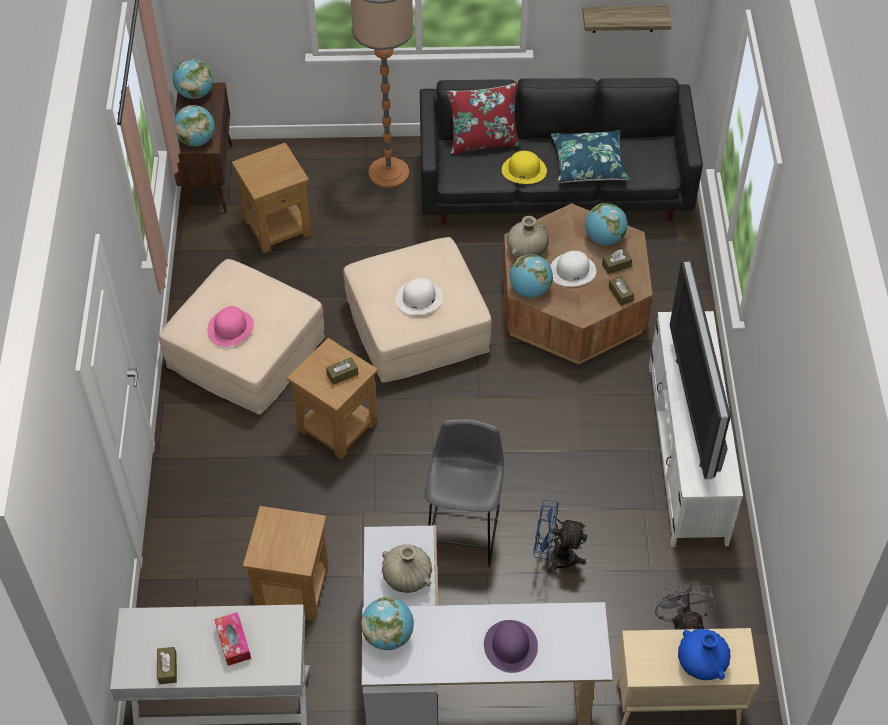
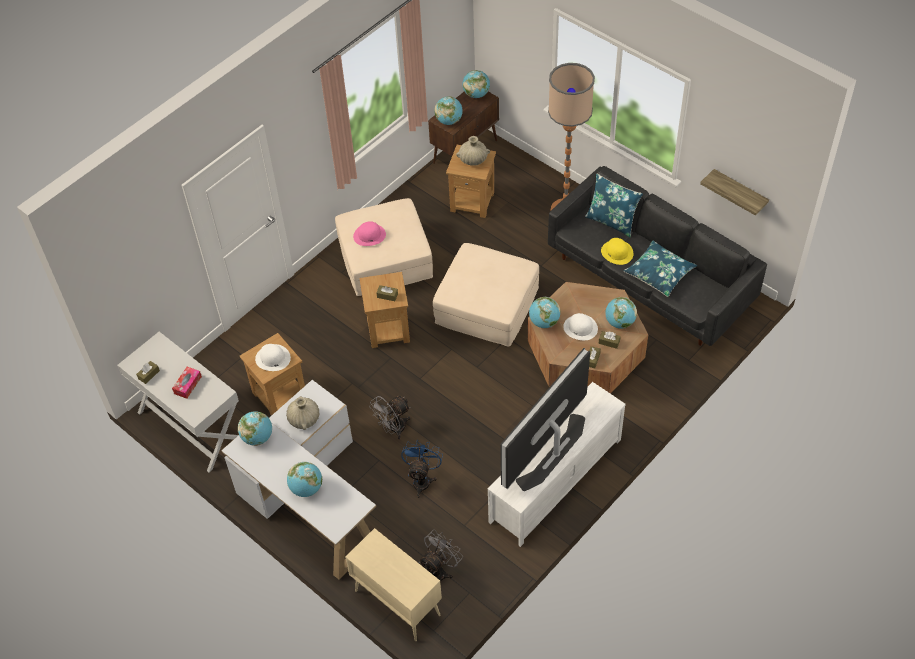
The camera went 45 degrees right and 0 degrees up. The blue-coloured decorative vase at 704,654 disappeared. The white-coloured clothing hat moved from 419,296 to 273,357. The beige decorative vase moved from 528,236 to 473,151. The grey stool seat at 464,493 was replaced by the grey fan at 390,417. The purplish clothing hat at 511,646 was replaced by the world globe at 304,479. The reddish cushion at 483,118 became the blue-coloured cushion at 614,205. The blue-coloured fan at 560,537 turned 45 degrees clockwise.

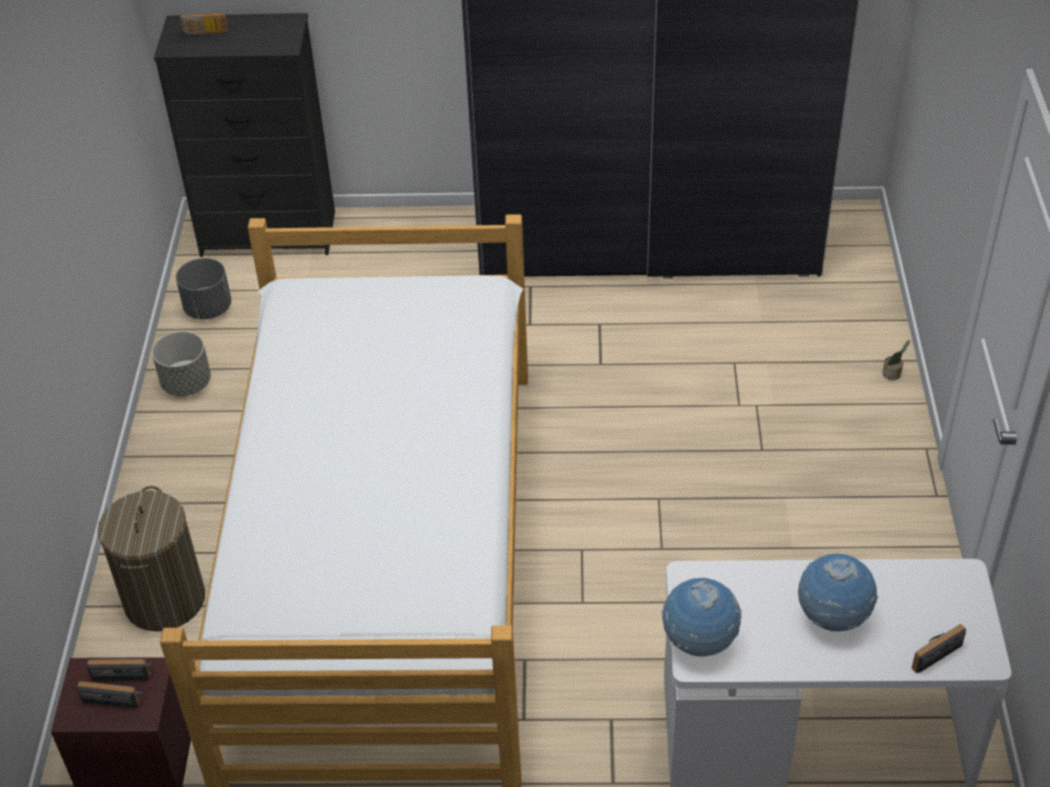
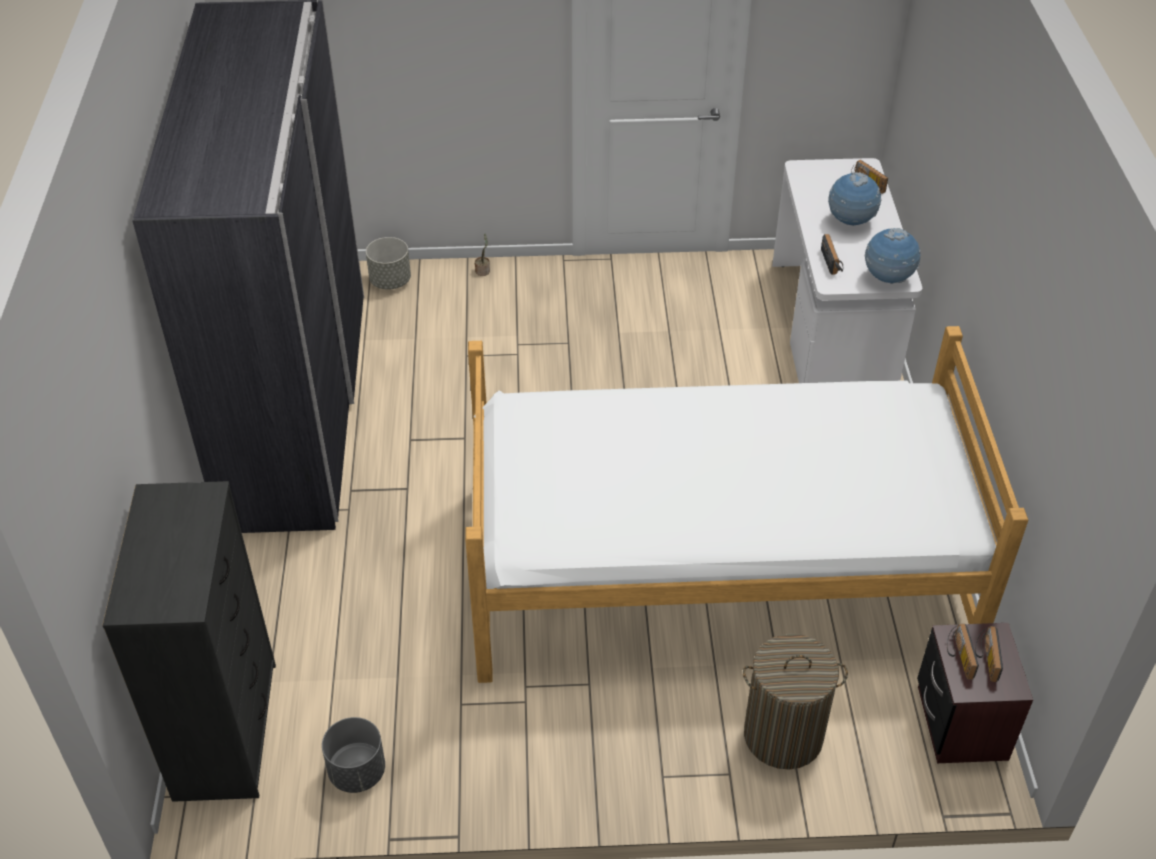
The camera went 95 degrees left and 0 degrees up. The grey plant pot moved from 181,363 to 388,263. The radio set moved from 203,26 to 832,254.

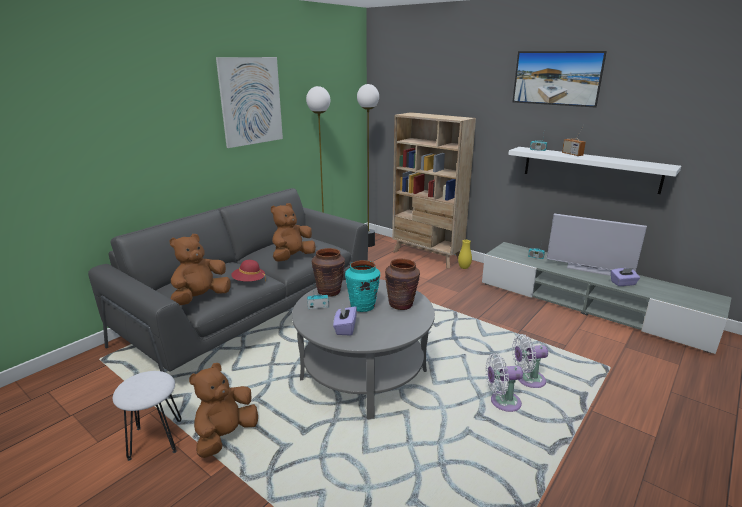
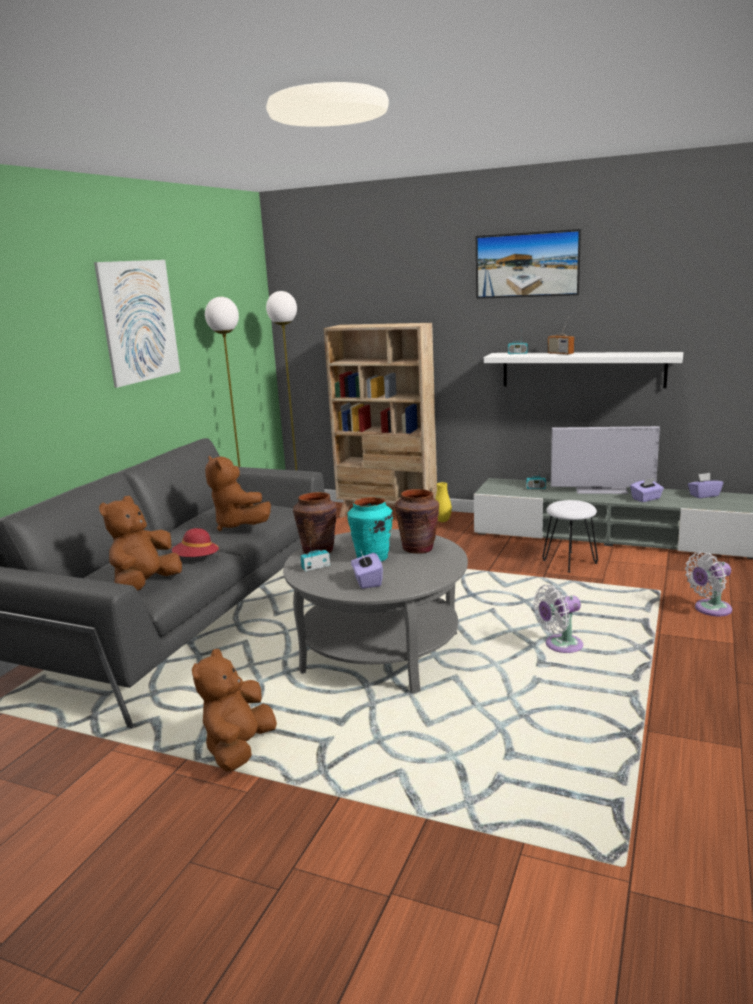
The camera went 15 degrees left and 5 degrees down. The purplish tissue box at 705,485 appeared. The white-coloured stool seat moved from 147,416 to 570,536. The white-coloured fan moved from 530,361 to 708,584. The brown-coloured soft toy at 293,232 turned 60 degrees counterclockwise.

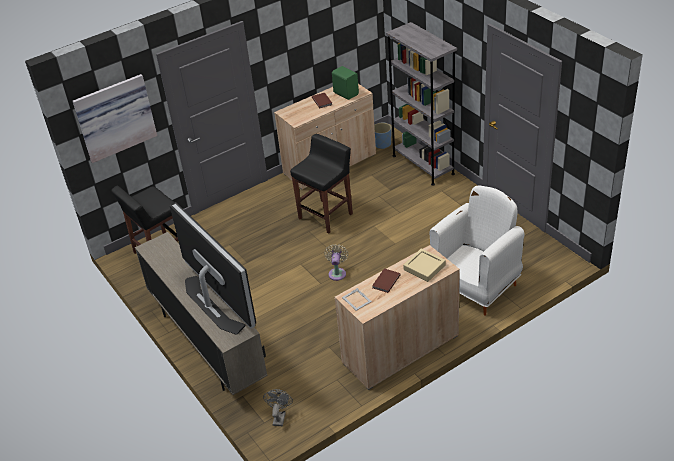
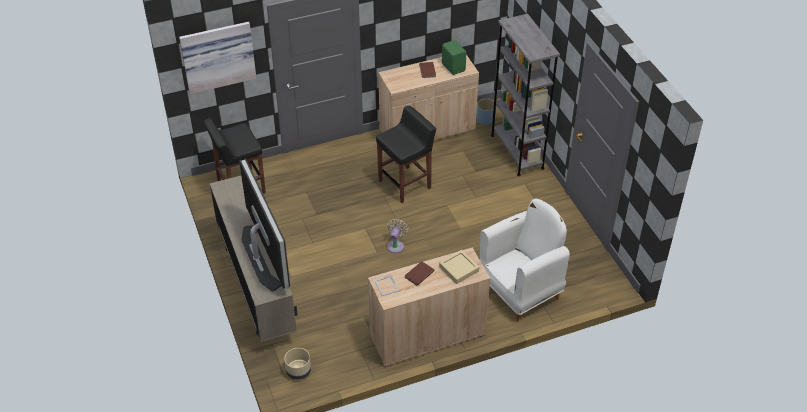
The camera went 10 degrees right and 5 degrees up. The grey fan at 278,407 was replaced by the beige plant pot at 297,364.

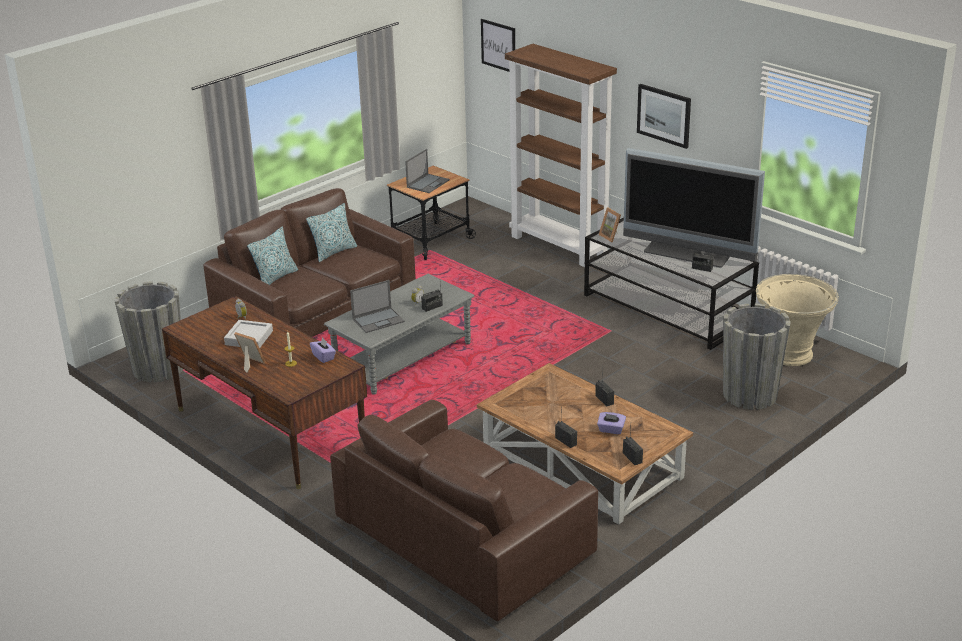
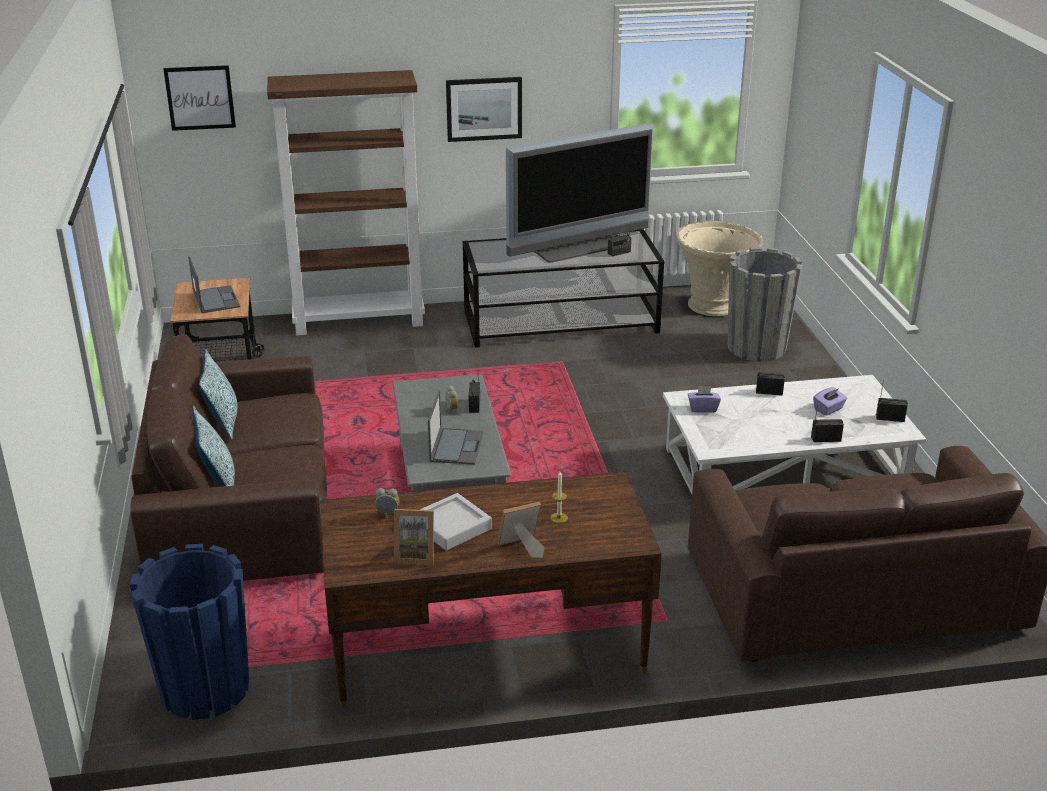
The camera went 55 degrees left and 0 degrees up. The purplish tissue box moved from 323,350 to 704,399. The photo frame moved from 610,225 to 414,537. The grey plant pot at 149,331 became the blue-coloured plant pot at 189,632. The brown-coloured lounge table at 585,444 became the white-coloured lounge table at 794,434.

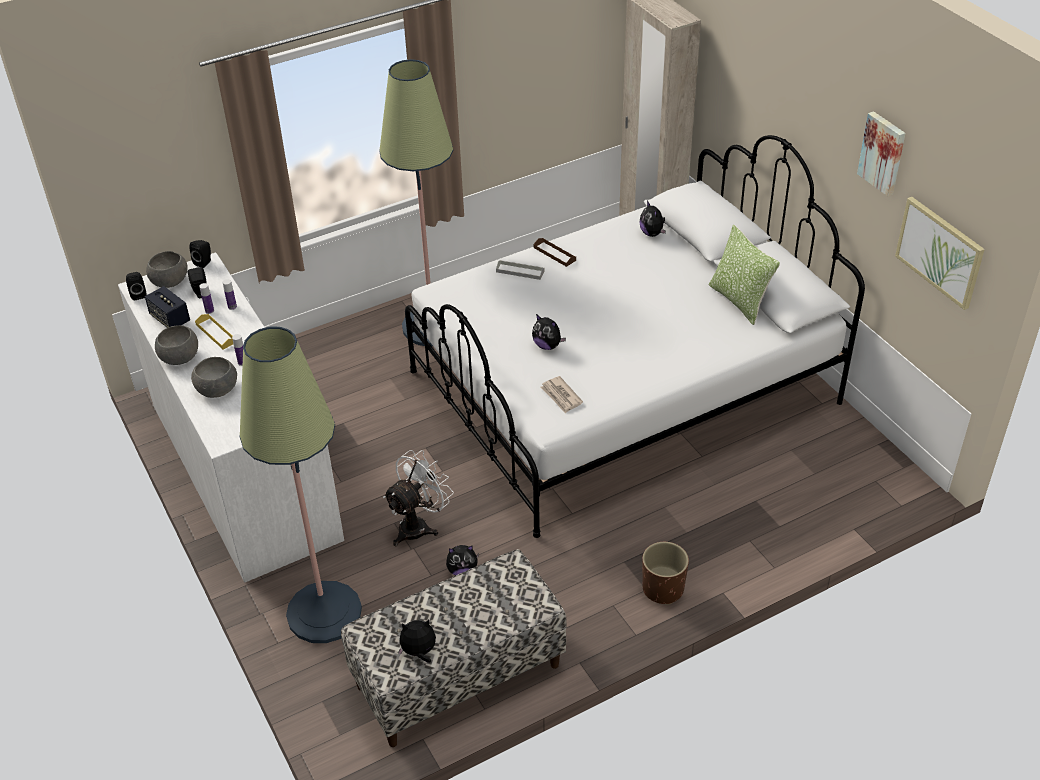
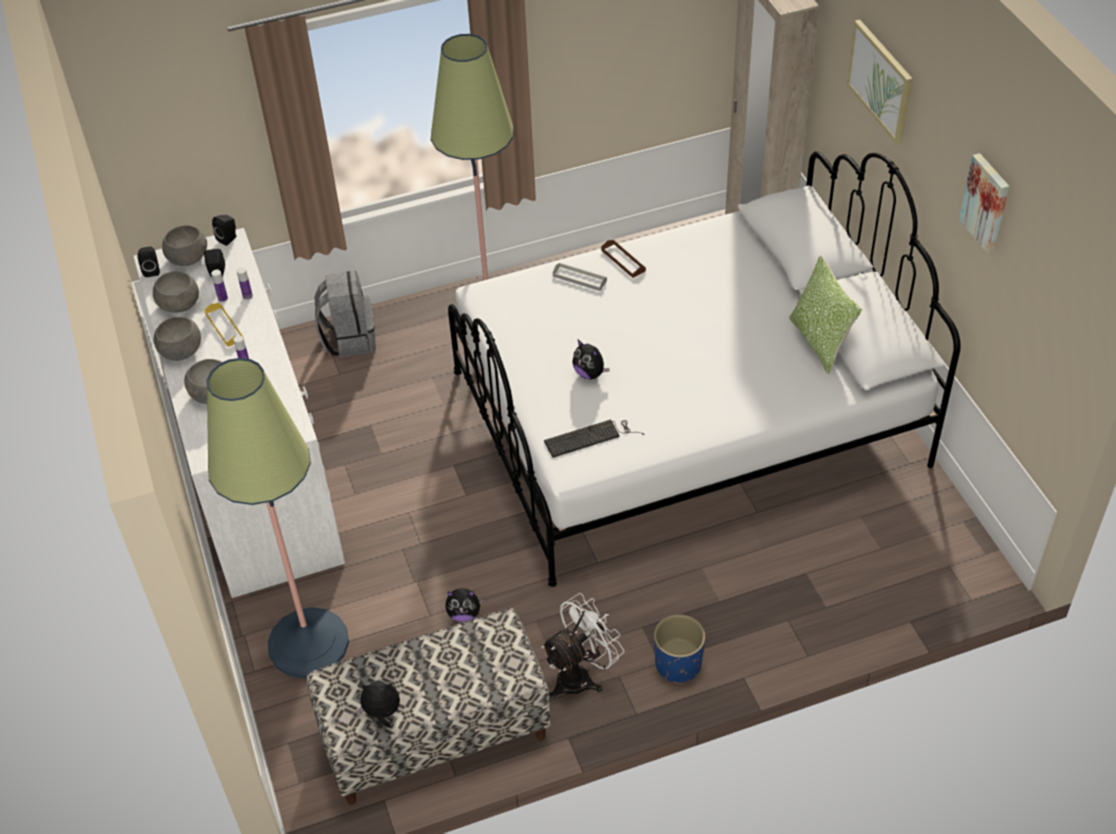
The camera went 10 degrees right and 5 degrees up. The soft toy at 653,219 disappeared. The grey rucksack at 345,314 appeared. The white-coloured fan moved from 418,498 to 583,646. The wall picture moved from 940,253 to 880,82. The audio speaker at 167,307 was replaced by the grey bowl at 176,292. The daily paper at 561,394 was replaced by the computer keyboard at 594,438. The brown-coloured plant pot at 665,573 became the blue-coloured plant pot at 679,649.

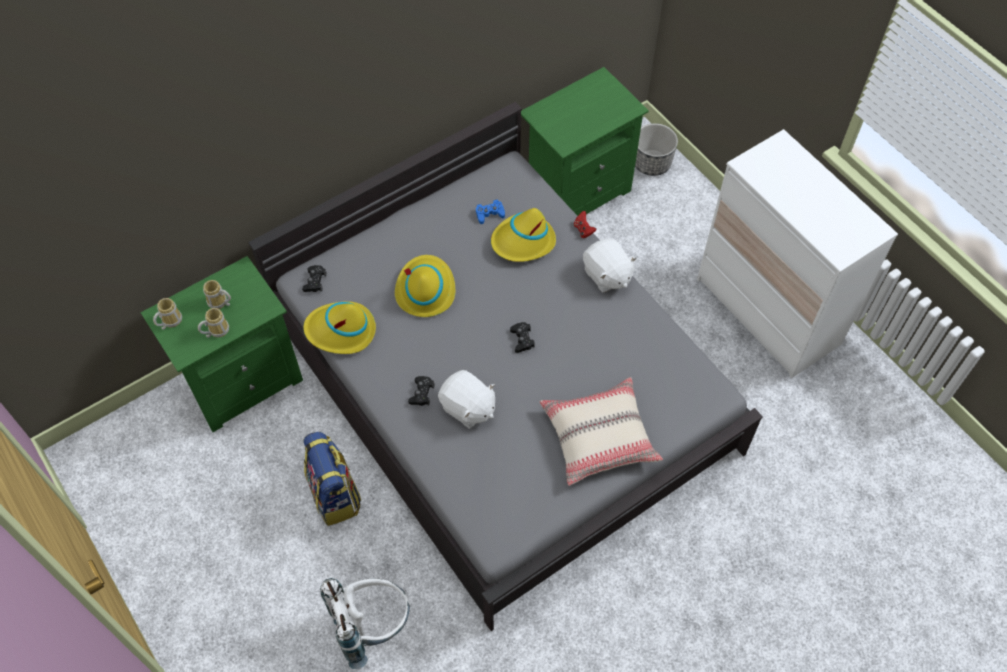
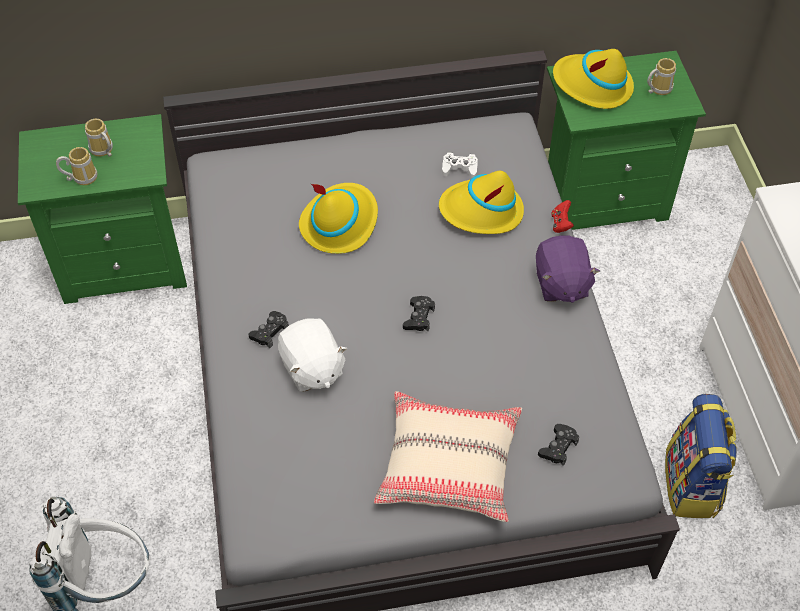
The camera went 25 degrees right and 5 degrees down. The plant pot at 656,149 disappeared. The coffee mug moved from 167,314 to 661,76. The black joypad moved from 314,278 to 558,445. The yellow clothing hat moved from 339,327 to 593,79. The rucksack moved from 332,479 to 701,456. The blue-coloured joypad at 490,211 became the white-coloured joypad at 460,165. The white-coloured soft toy at 610,266 became the purplish soft toy at 568,269.

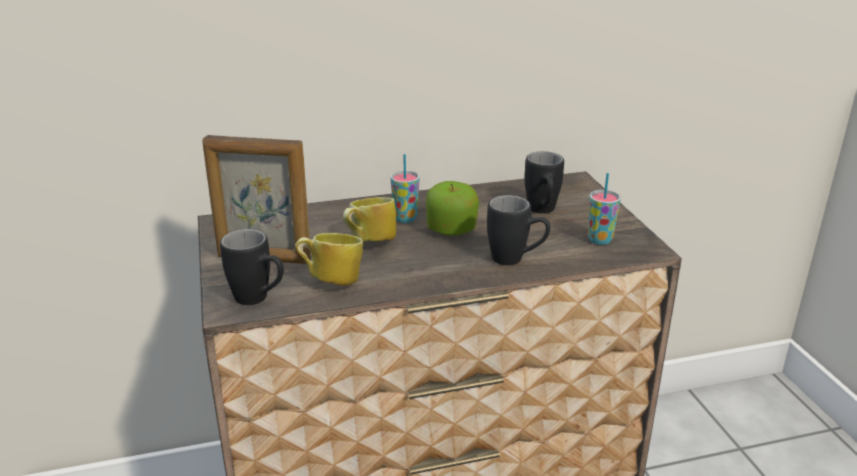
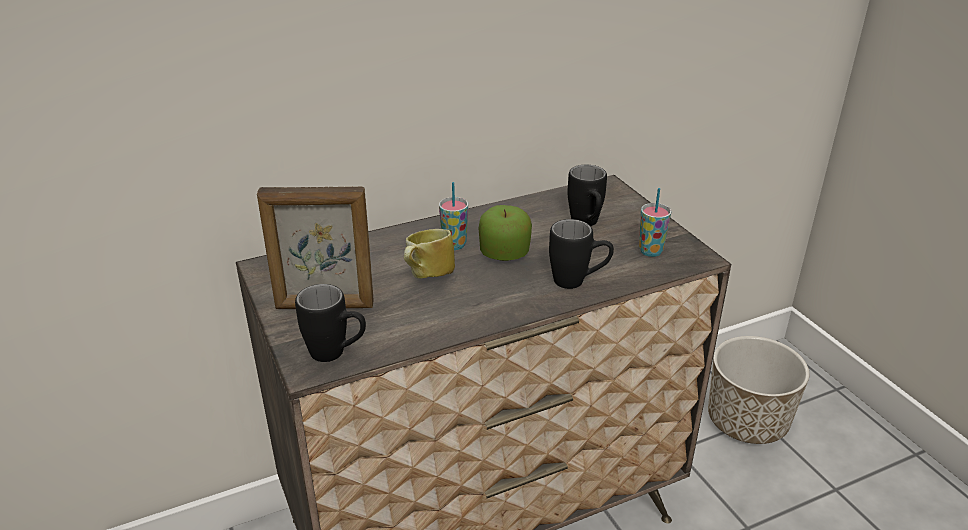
The camera went 10 degrees left and 5 degrees up. The coffee mug at 329,259 disappeared. The plant pot at 759,390 appeared.

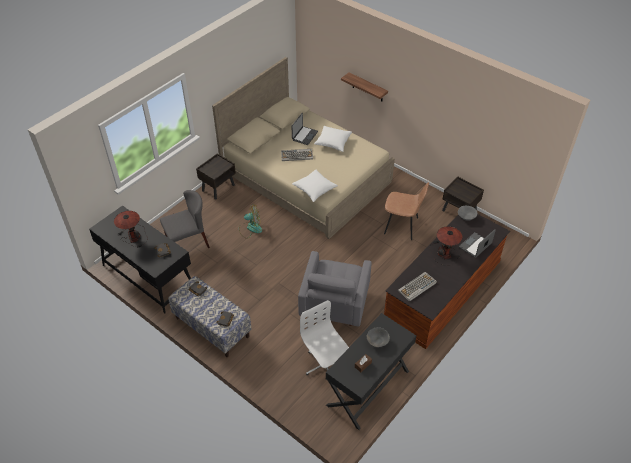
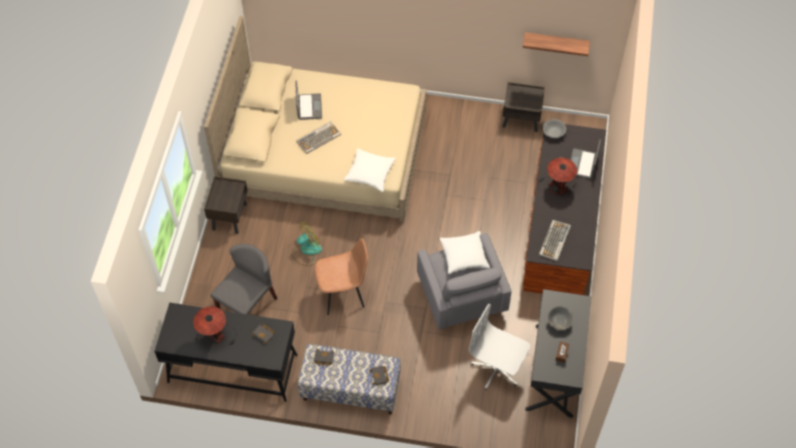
The camera went 30 degrees left and 10 degrees up. The white-coloured cushion moved from 333,139 to 465,252. The bracket shelf moved from 364,87 to 556,44. The brown-coloured upright chair moved from 406,211 to 341,276.

